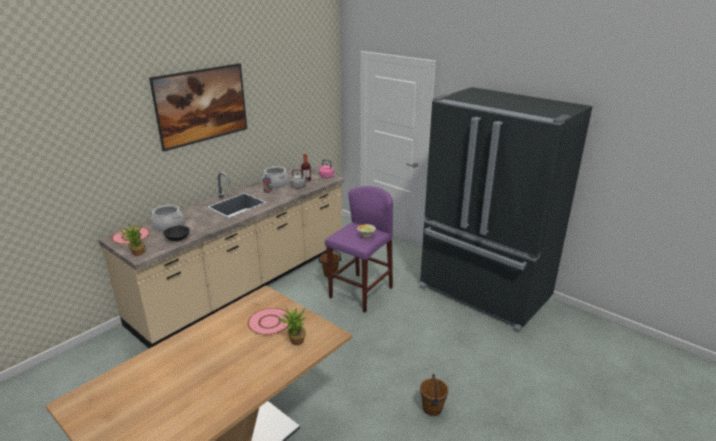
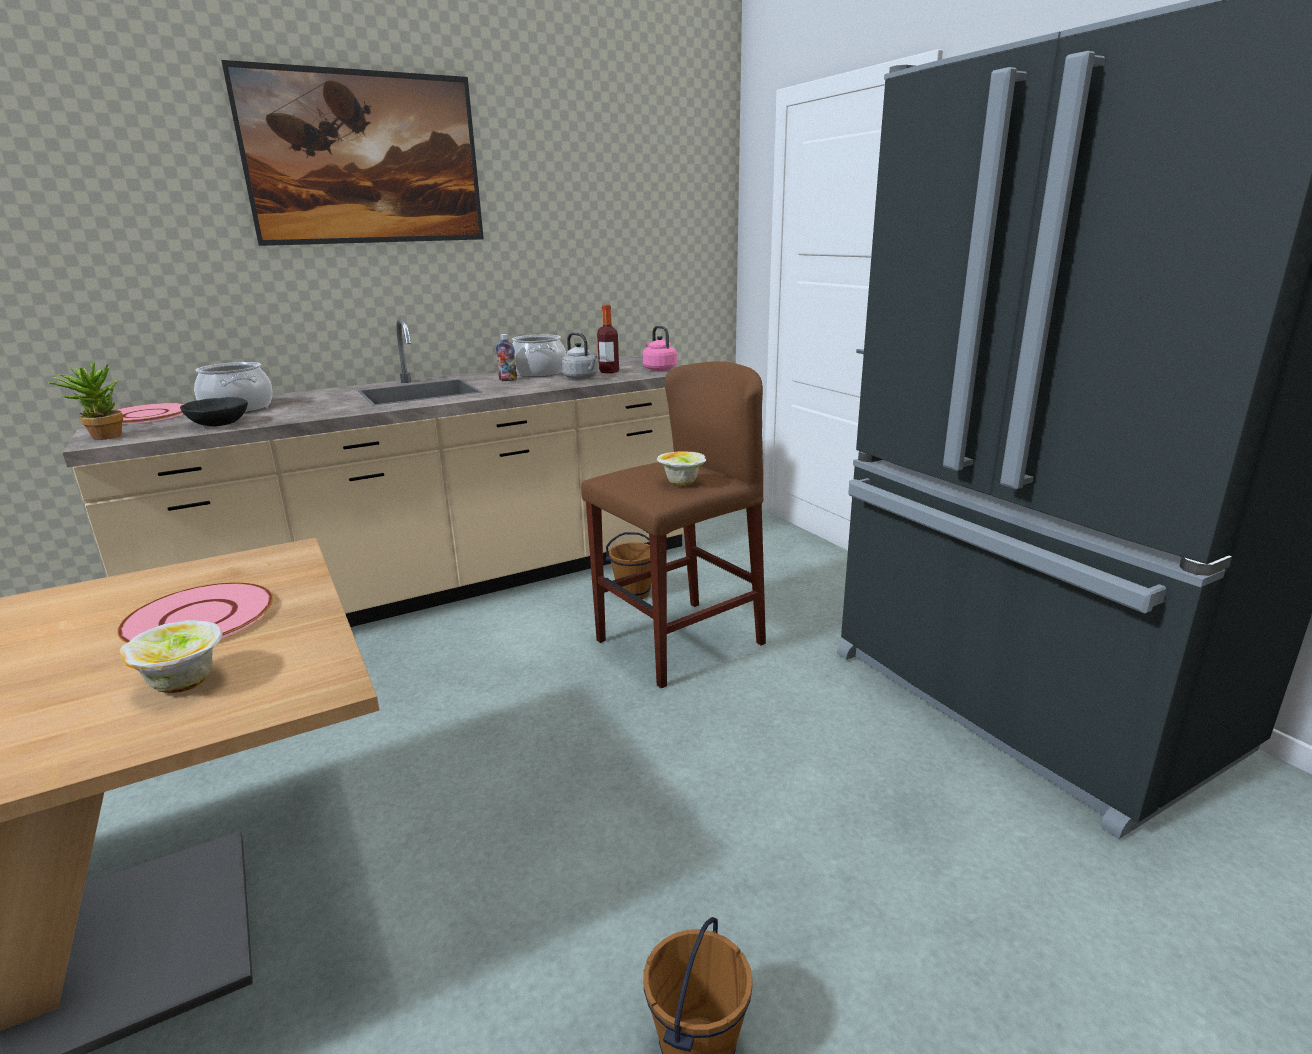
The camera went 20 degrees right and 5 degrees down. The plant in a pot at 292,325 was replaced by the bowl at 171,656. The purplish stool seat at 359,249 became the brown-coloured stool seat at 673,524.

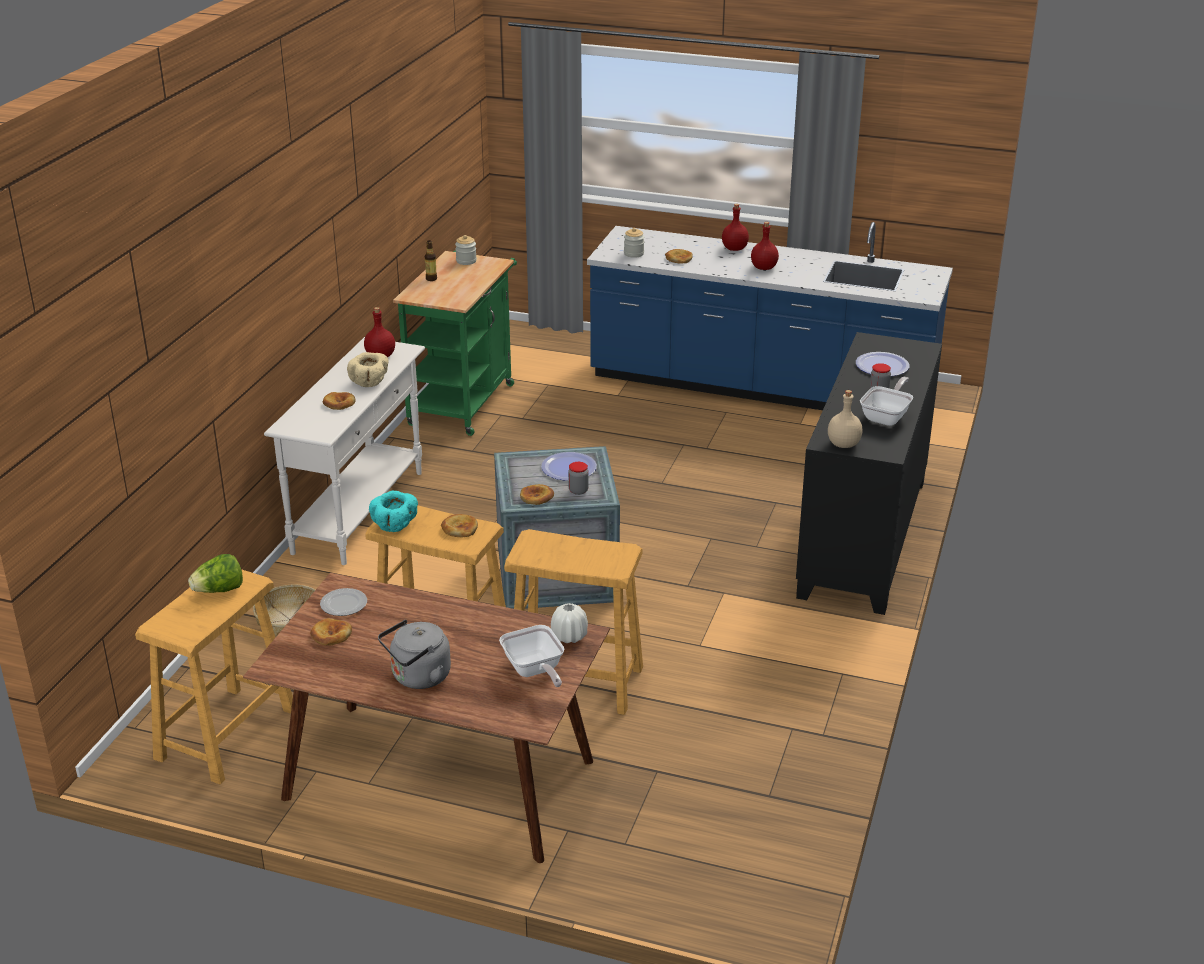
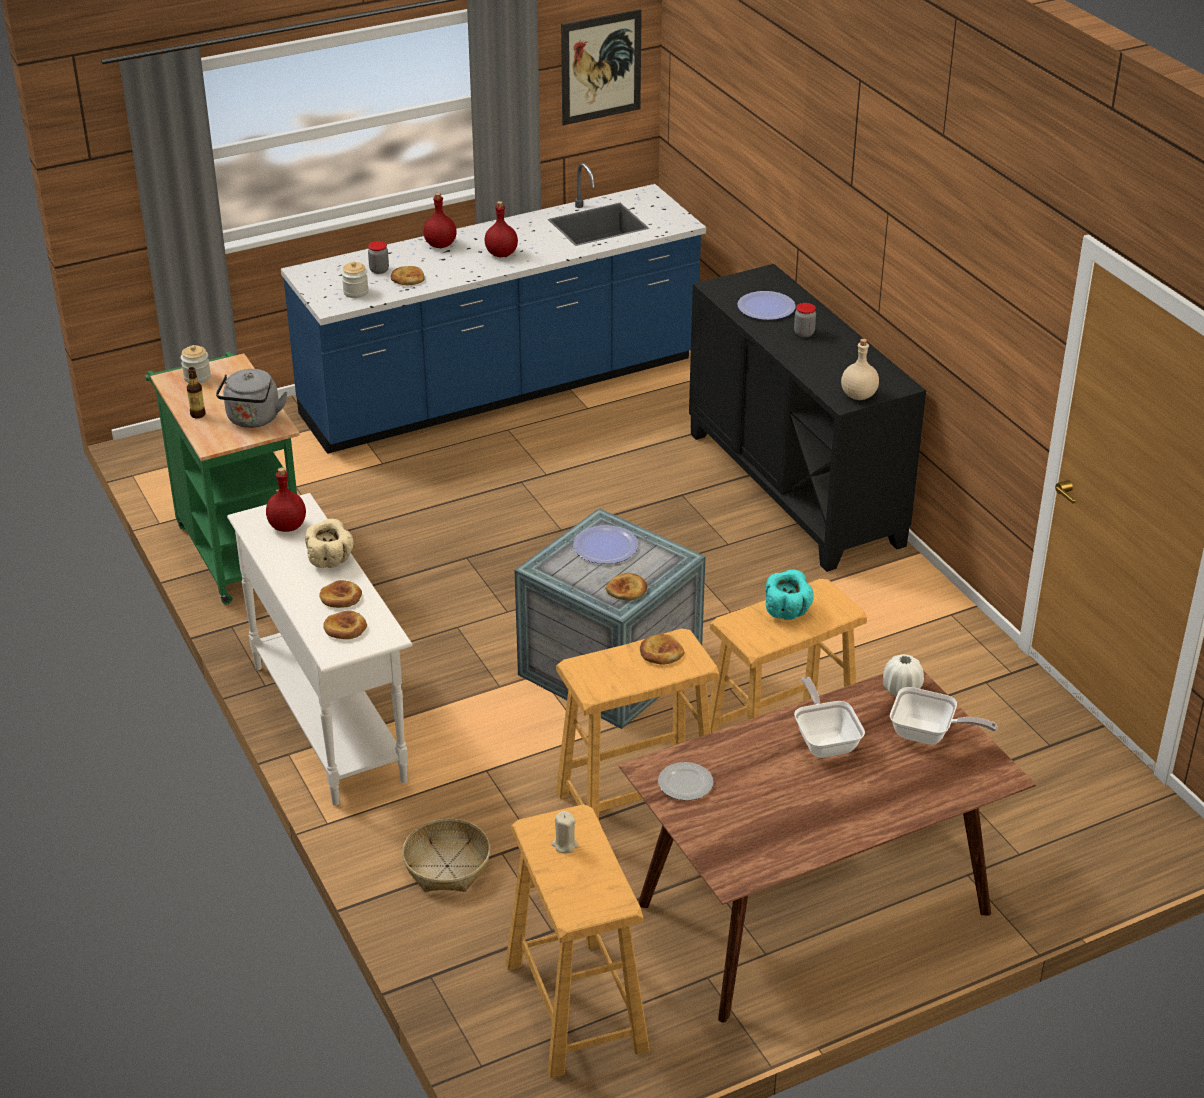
The camera went 45 degrees left and 5 degrees up. The wall picture at 601,67 appeared. The bread moved from 331,632 to 345,624. The turquoise-coloured bowl moved from 393,511 to 789,594. The grey kettle moved from 414,654 to 252,398. The preserve jar moved from 578,478 to 378,257. The frying pan moved from 886,401 to 829,717. The head of lettuce at 215,573 was replaced by the beige wax light at 564,832.

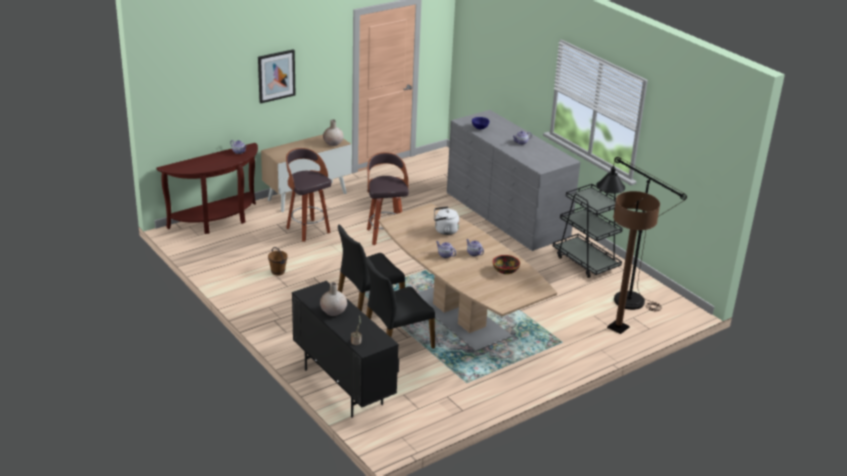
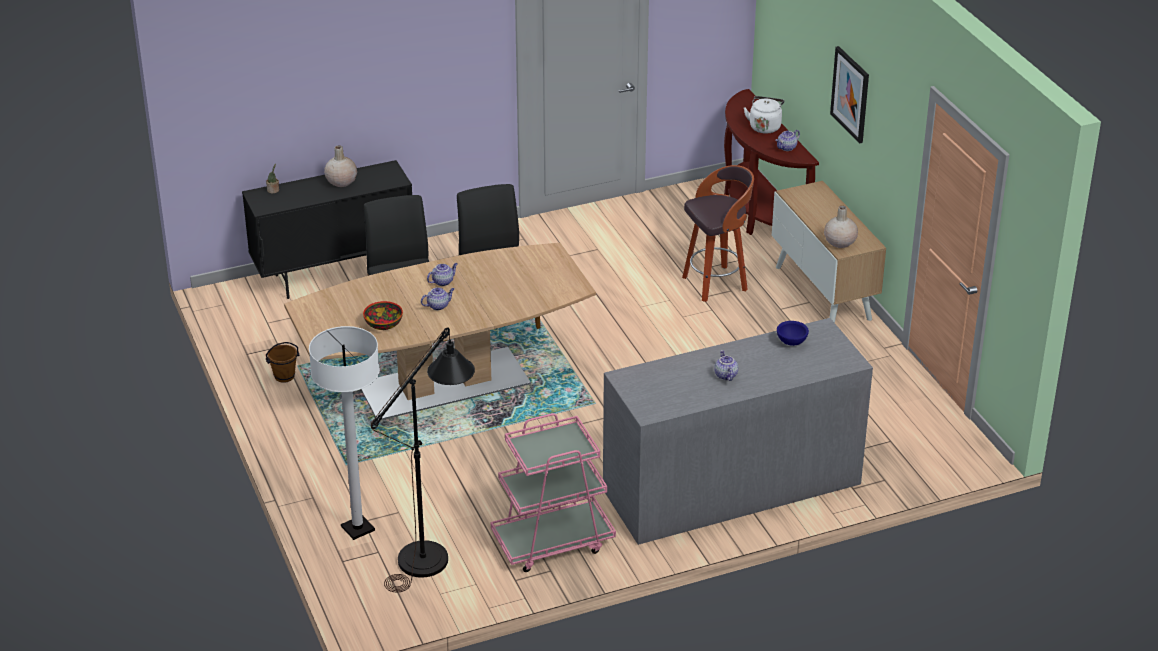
The camera went 105 degrees right and 5 degrees up. The stool seat at 388,198 disappeared. The brown-coloured pail moved from 278,261 to 282,362. The white-coloured kettle moved from 446,220 to 764,115. The black wheeled cart at 588,231 became the pink-coloured wheeled cart at 553,492. The brown-coloured floor lamp at 633,262 became the white-coloured floor lamp at 344,433.

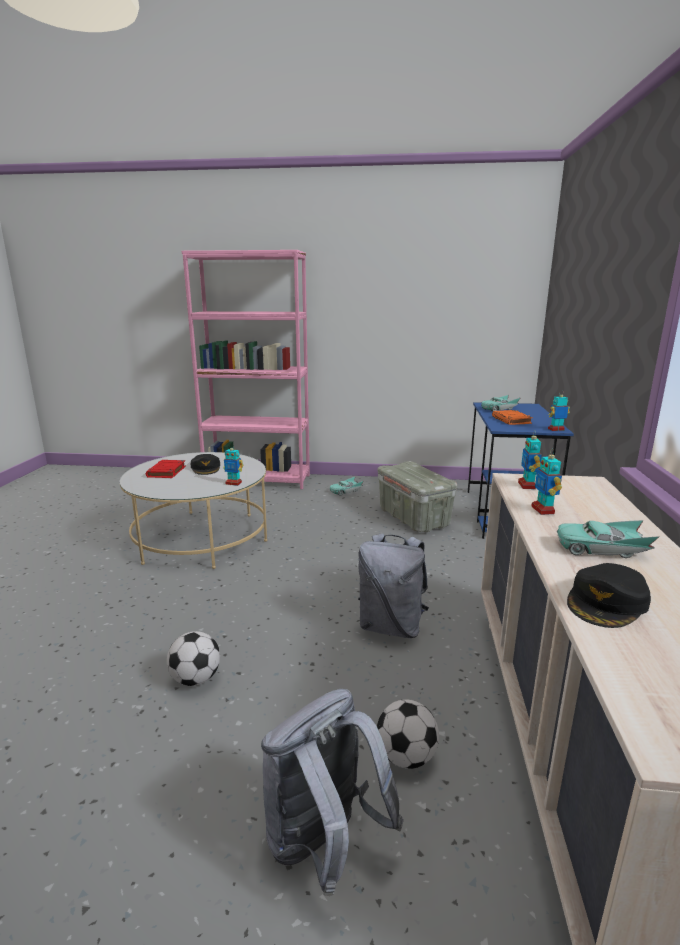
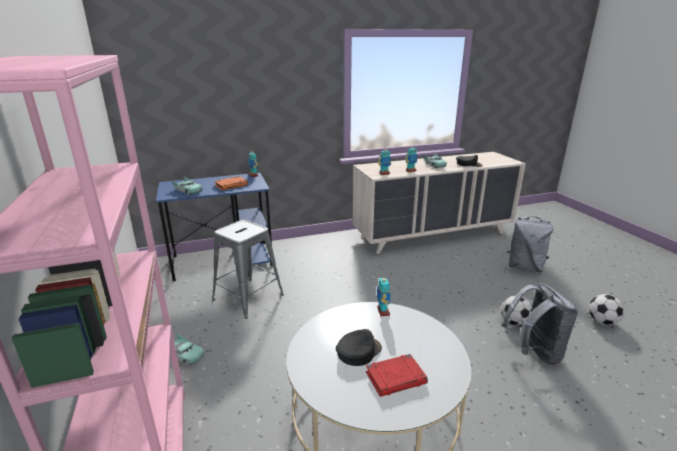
The camera went 115 degrees left and 5 degrees up. The grey rucksack moved from 393,586 to 540,324. The football moved from 408,734 to 606,309. The grey storage box at 417,496 was replaced by the grey stool seat at 248,269.

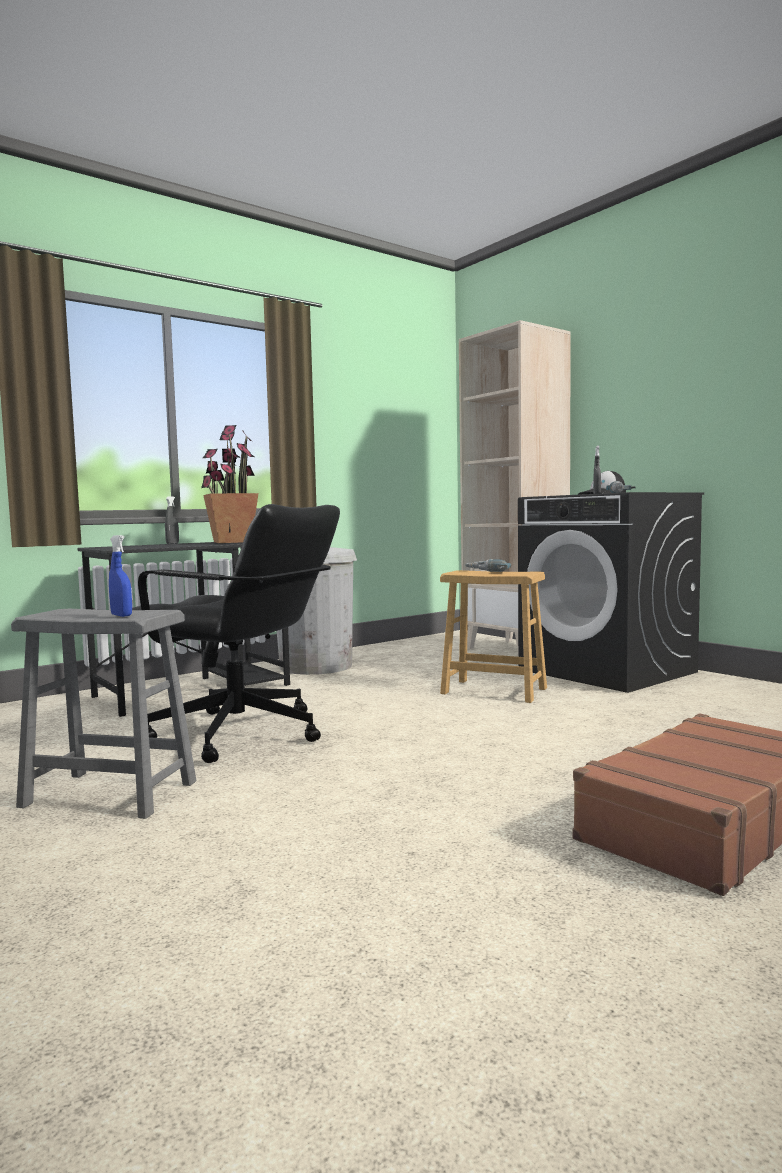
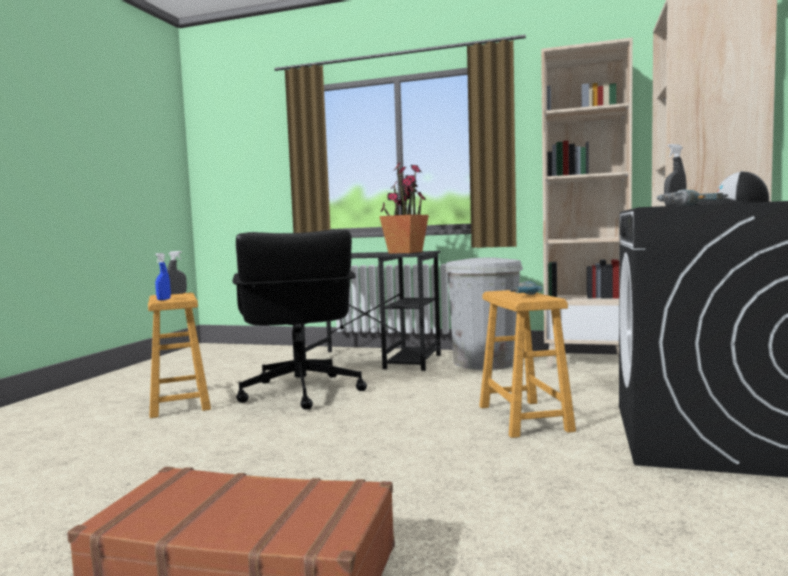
The camera went 55 degrees right and 0 degrees up. The beige bookshelf at 587,202 appeared. The grey spray bottle moved from 172,520 to 177,272. The grey stool seat at 104,714 became the brown-coloured stool seat at 179,355.

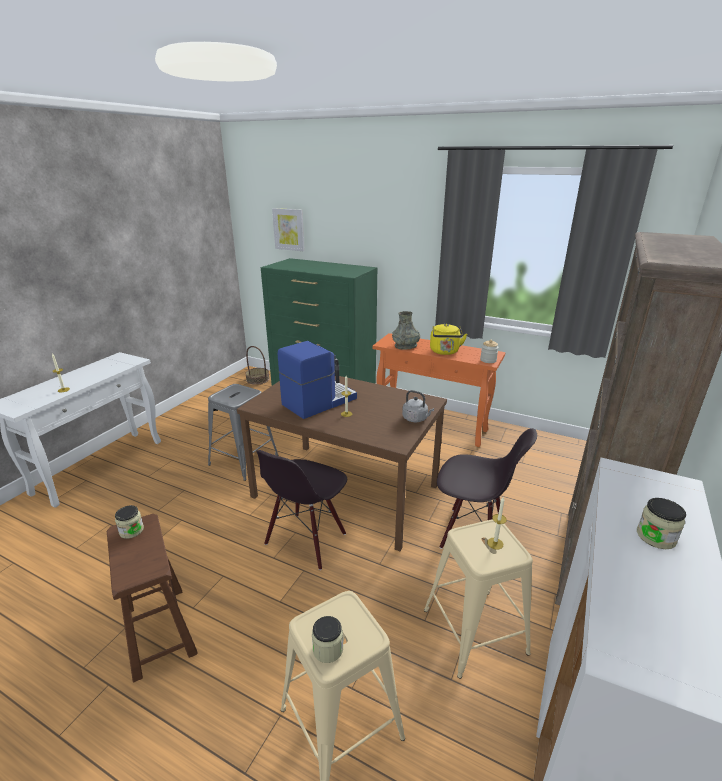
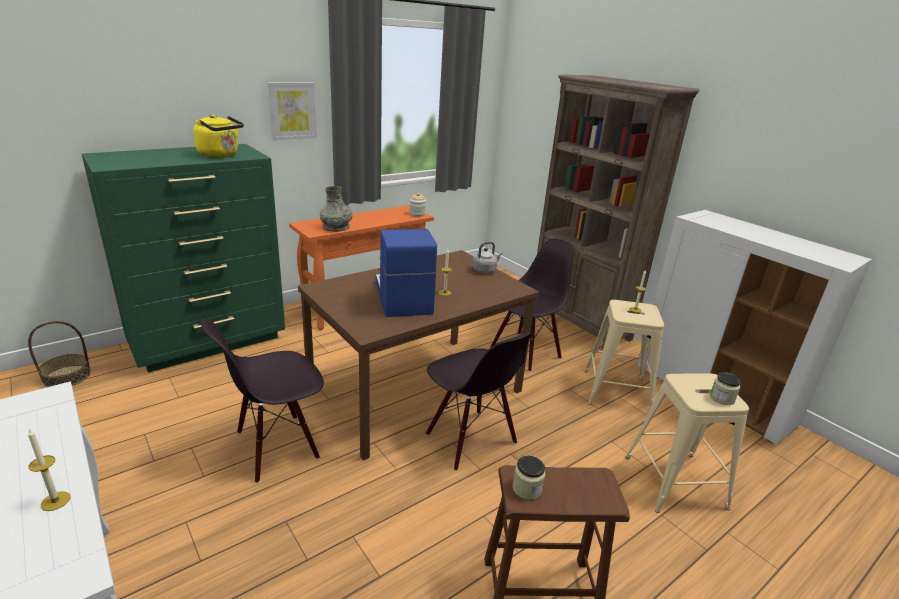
The camera went 65 degrees left and 0 degrees up. The preserve jar at 661,523 disappeared. The wall picture moved from 288,229 to 292,111. The yellow kettle moved from 448,339 to 218,136. The grey stool seat at 243,432 was replaced by the black upright chair at 262,401.

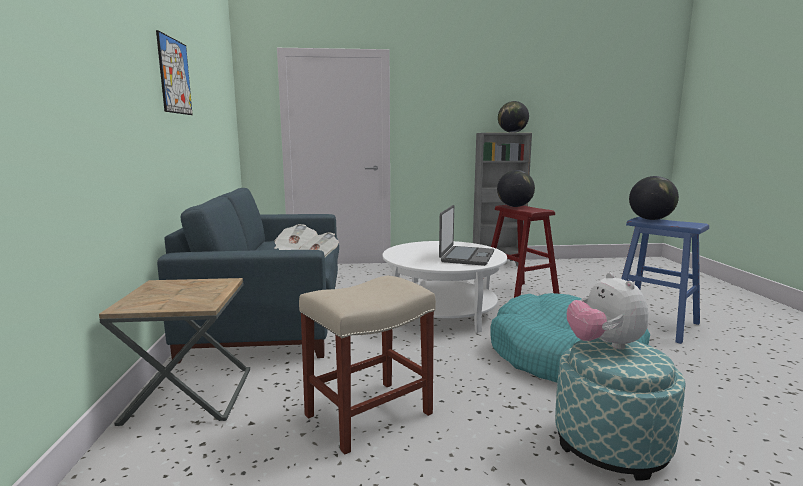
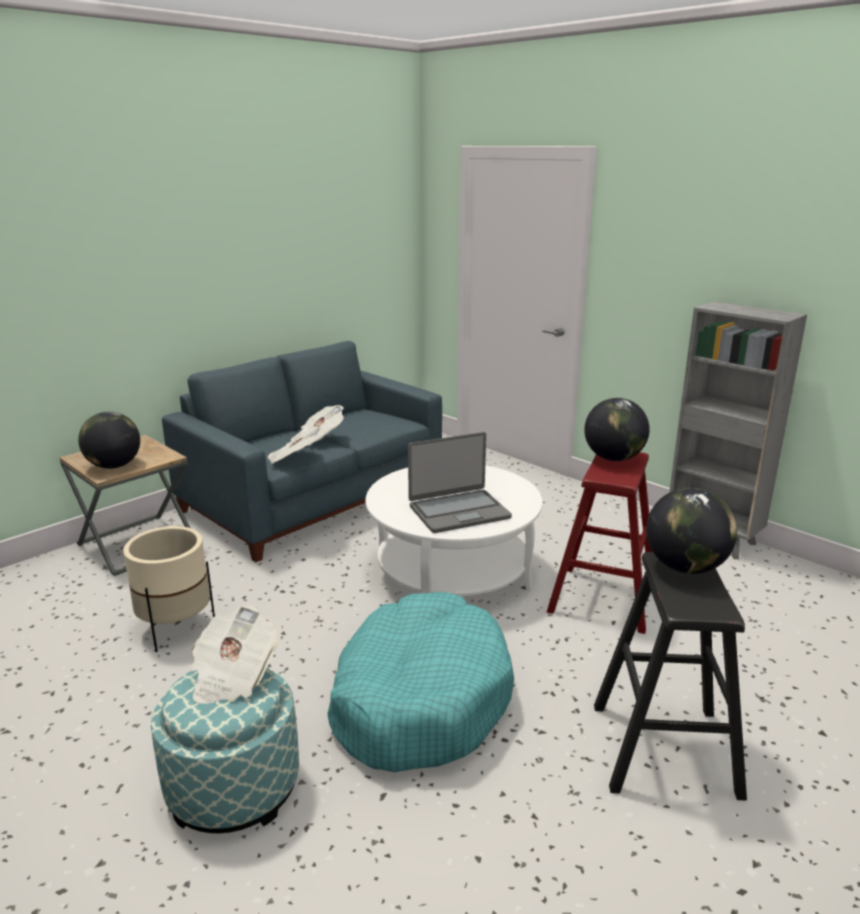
The camera went 50 degrees right and 10 degrees up. The wall picture at 174,72 disappeared. The world globe moved from 513,117 to 109,440. The beige stool seat at 367,365 was replaced by the beige plant pot at 169,589. The soft toy at 608,311 was replaced by the daily paper at 234,654. The blue-coloured stool seat at 665,280 became the black stool seat at 670,676.

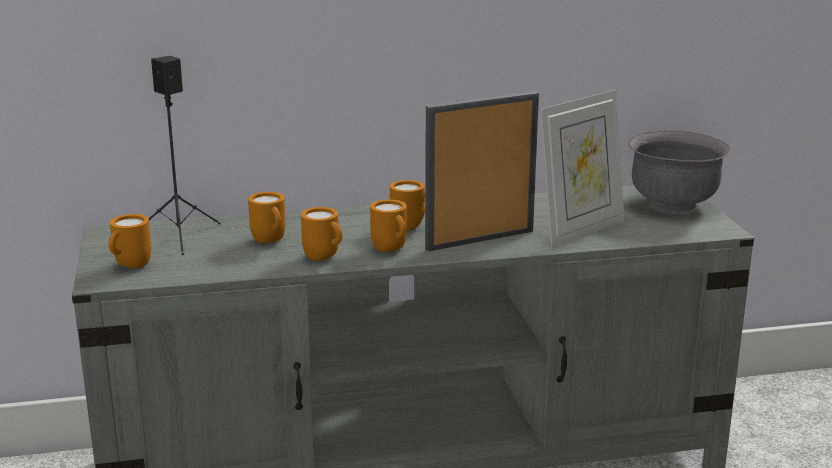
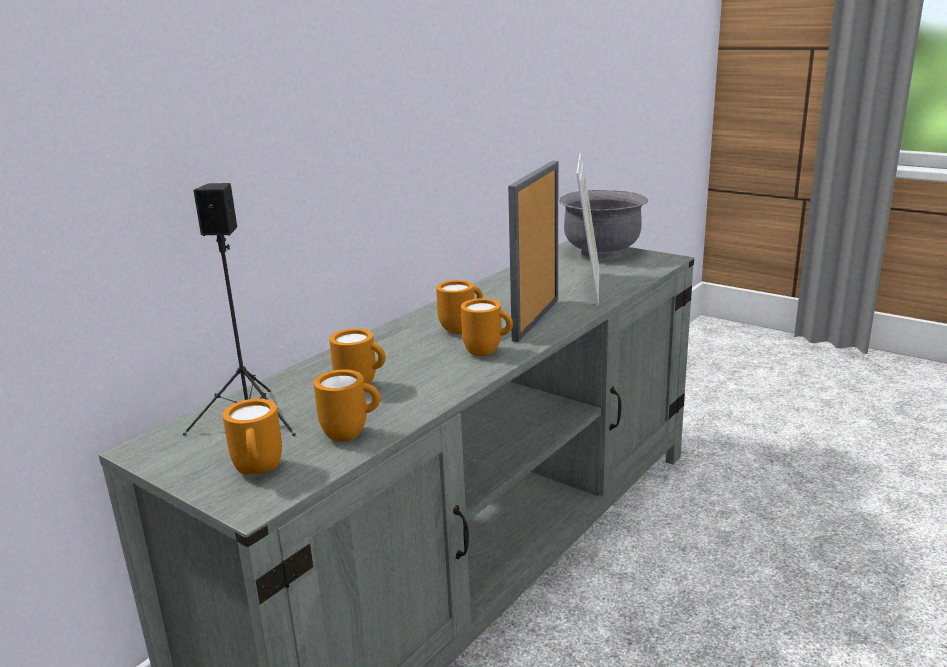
The camera went 40 degrees left and 0 degrees up. The orange-coloured coffee mug moved from 321,234 to 347,405.

